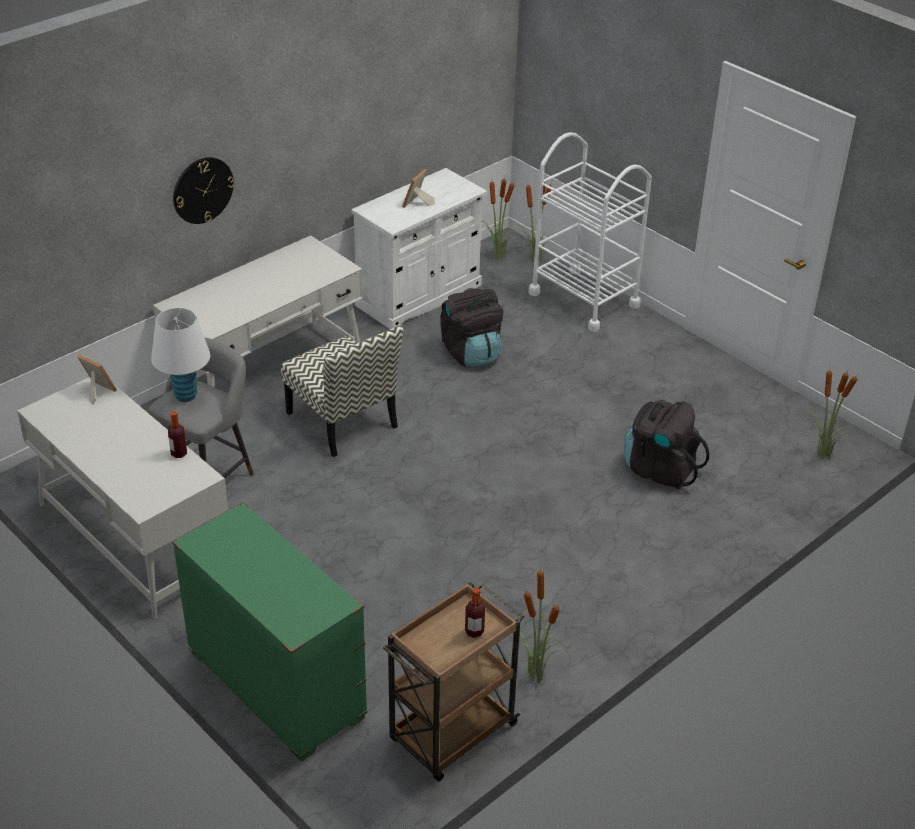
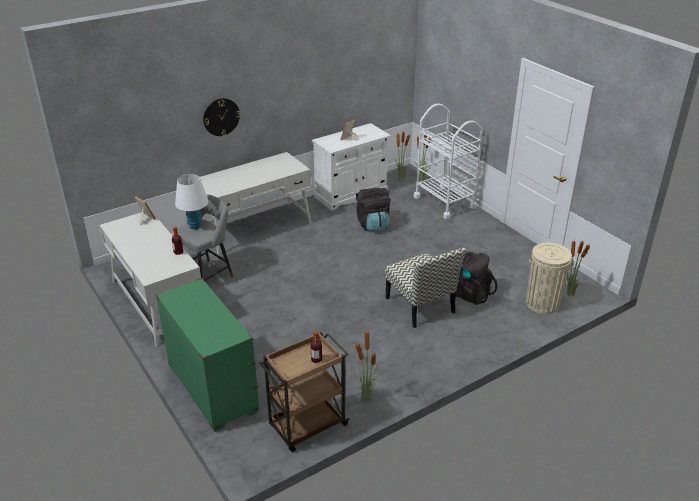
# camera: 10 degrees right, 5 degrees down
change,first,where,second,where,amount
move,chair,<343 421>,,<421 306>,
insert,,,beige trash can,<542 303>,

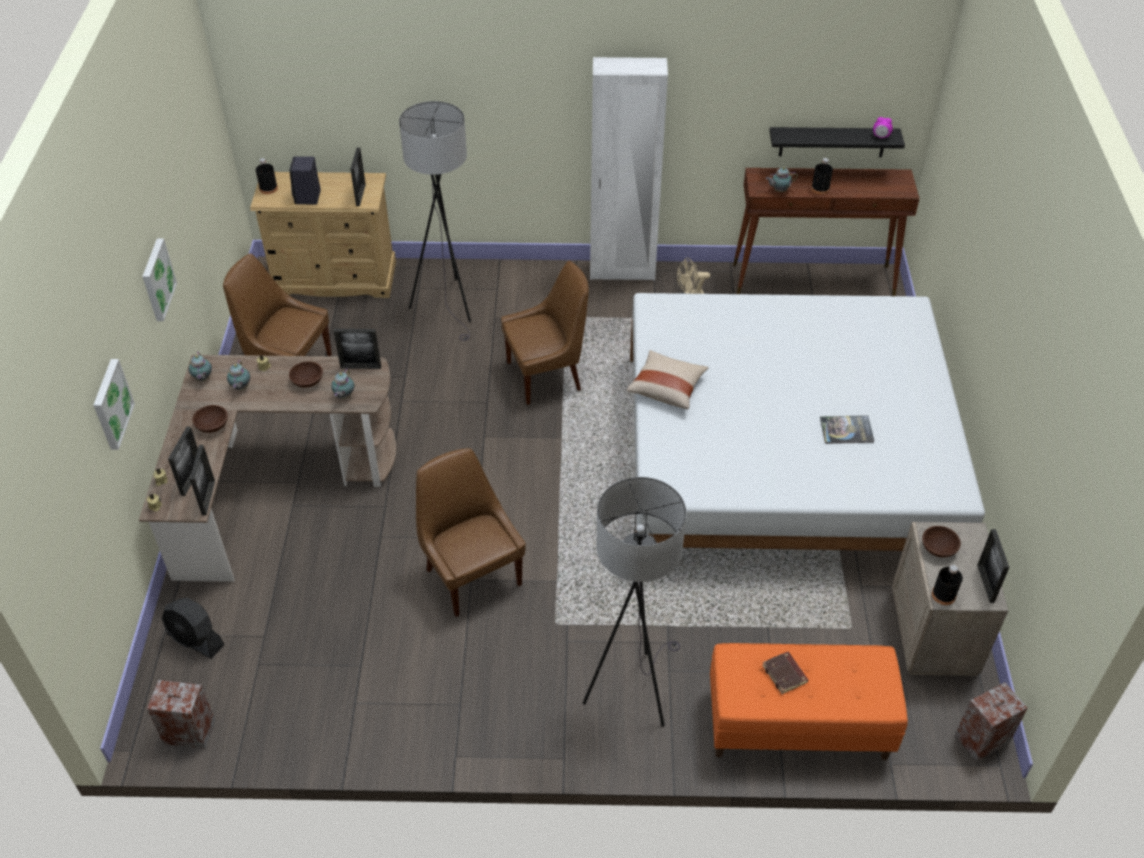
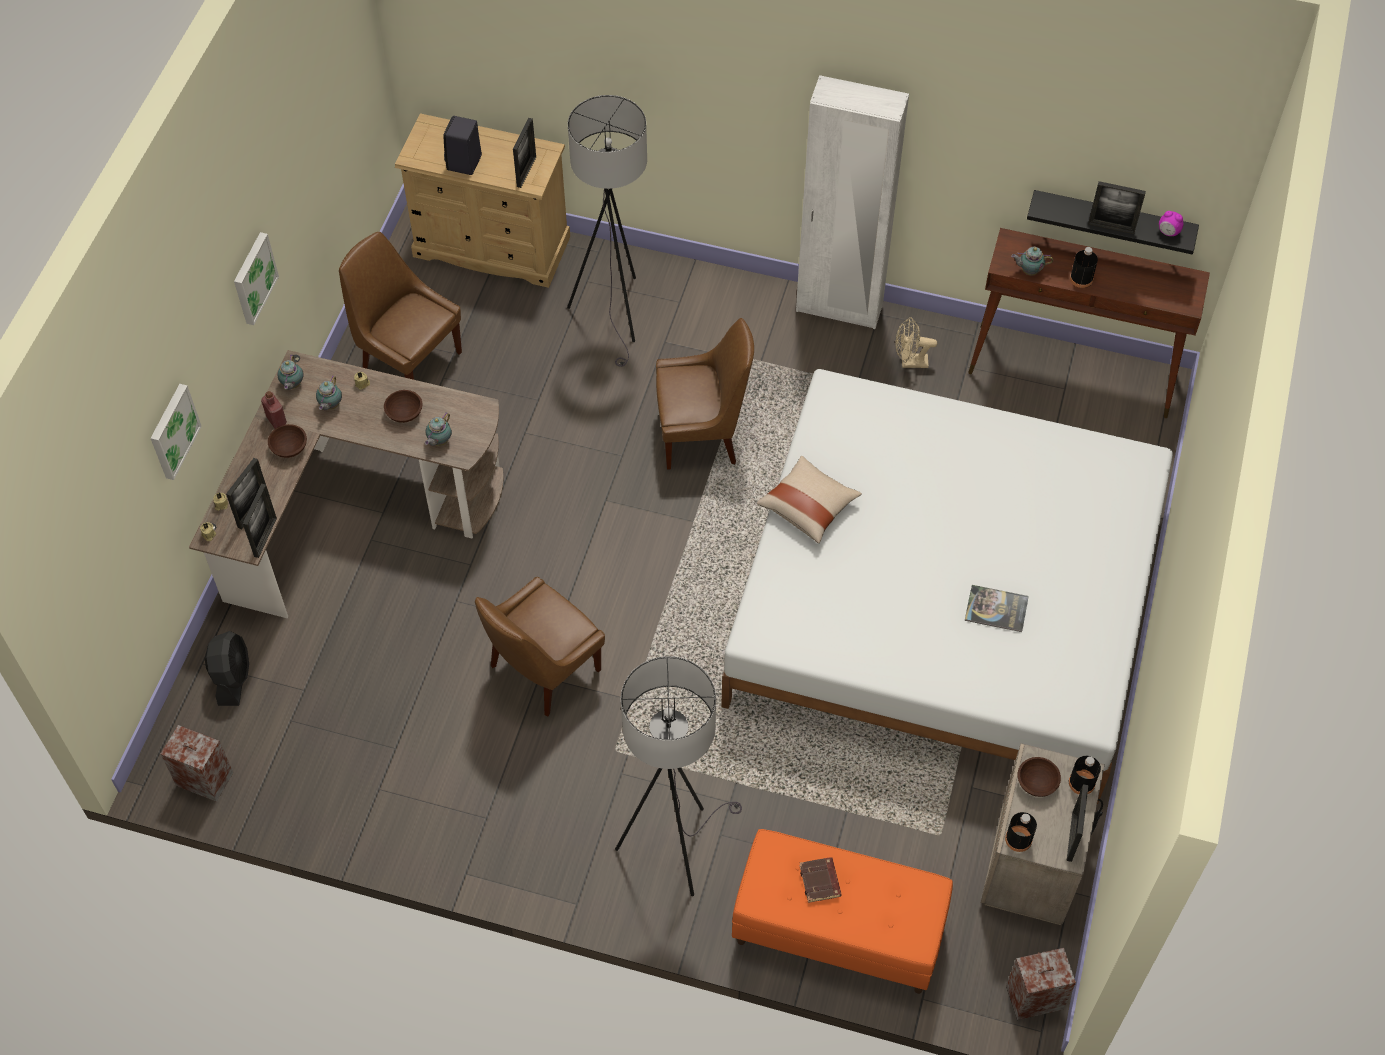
# camera: 15 degrees right, 10 degrees up
change,first,where,second,where,amount
rotate,black fan,<195 640>,,<233 677>,135 degrees counterclockwise
move,black bottle,<268 188>,,<1081 782>,
move,picture frame,<360 367>,,<1111 227>,
rotate,brown chair,<472 575>,,<542 670>,120 degrees counterclockwise
insert,,,red bottle,<276 420>,

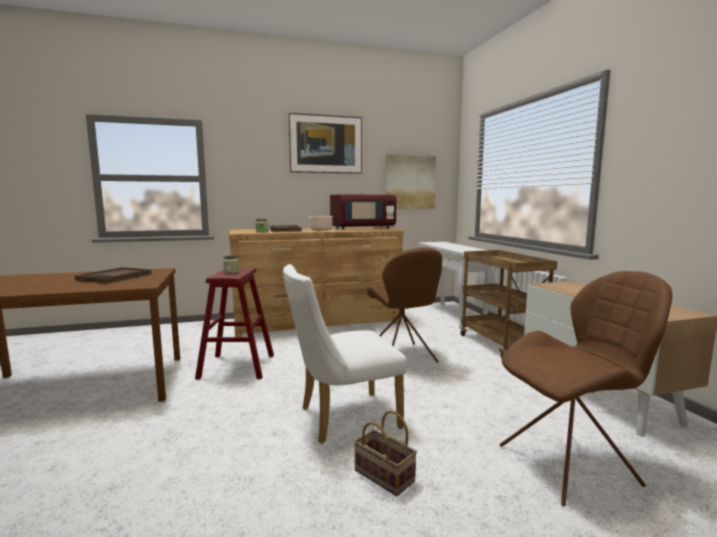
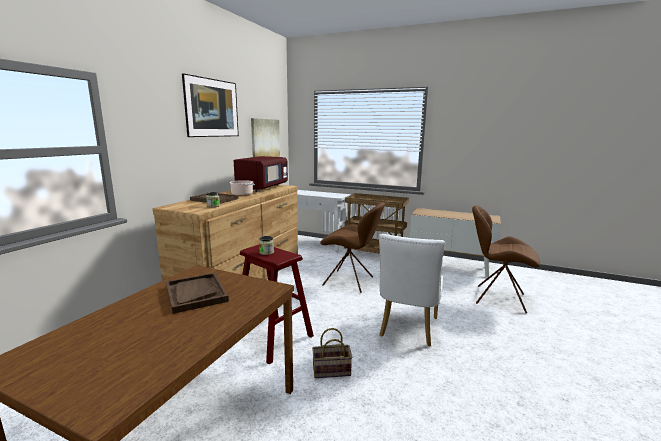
# camera: 50 degrees left, 5 degrees up
change,first,where,second,where,amount
move,basket,<382 475>,,<330 371>,
rotate,brown chair,<571 464>,,<497 298>,90 degrees counterclockwise

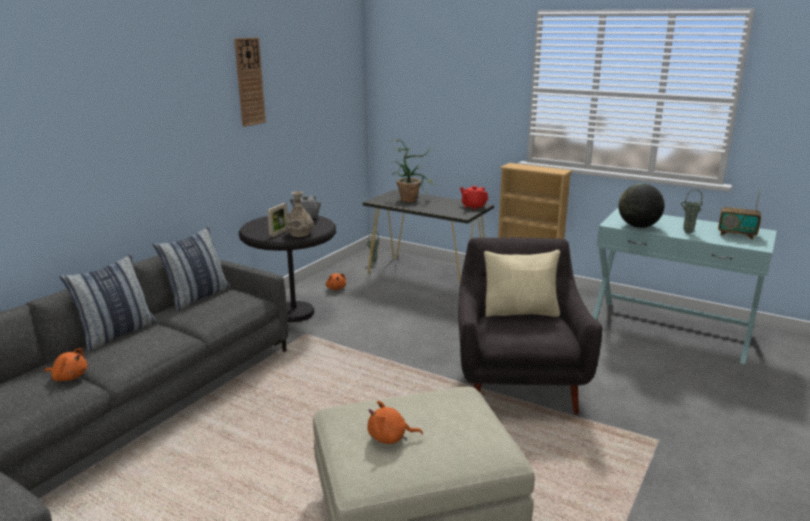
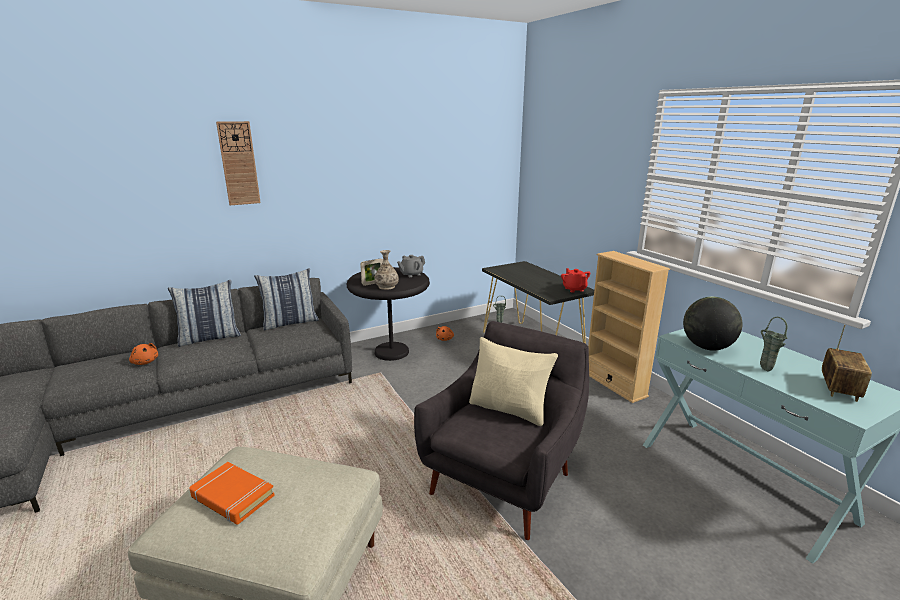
# camera: 30 degrees right, 0 degrees up
change,first,where,second,where,amount
move,wall clock,<249 82>,,<239 163>,
replace,orange plush toy,<390 438>,orange book,<232 497>,
delete,potted plant,<411 198>,,,
rotate,radio,<736 234>,,<839 389>,120 degrees counterclockwise

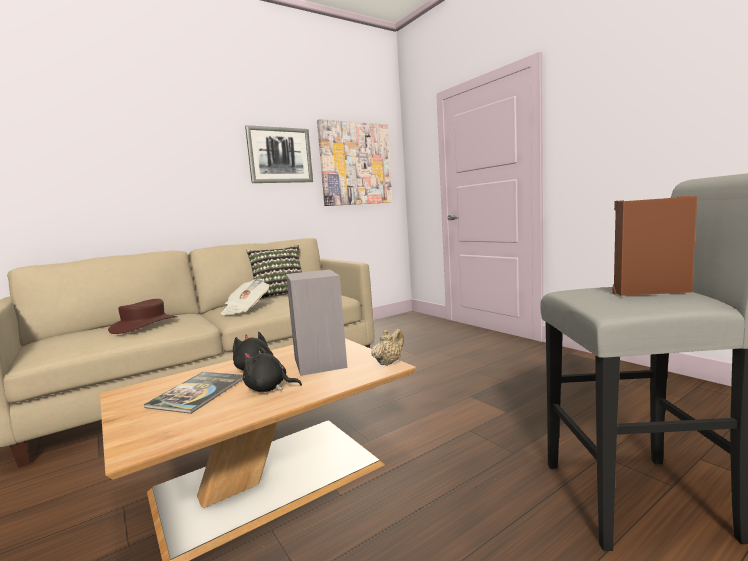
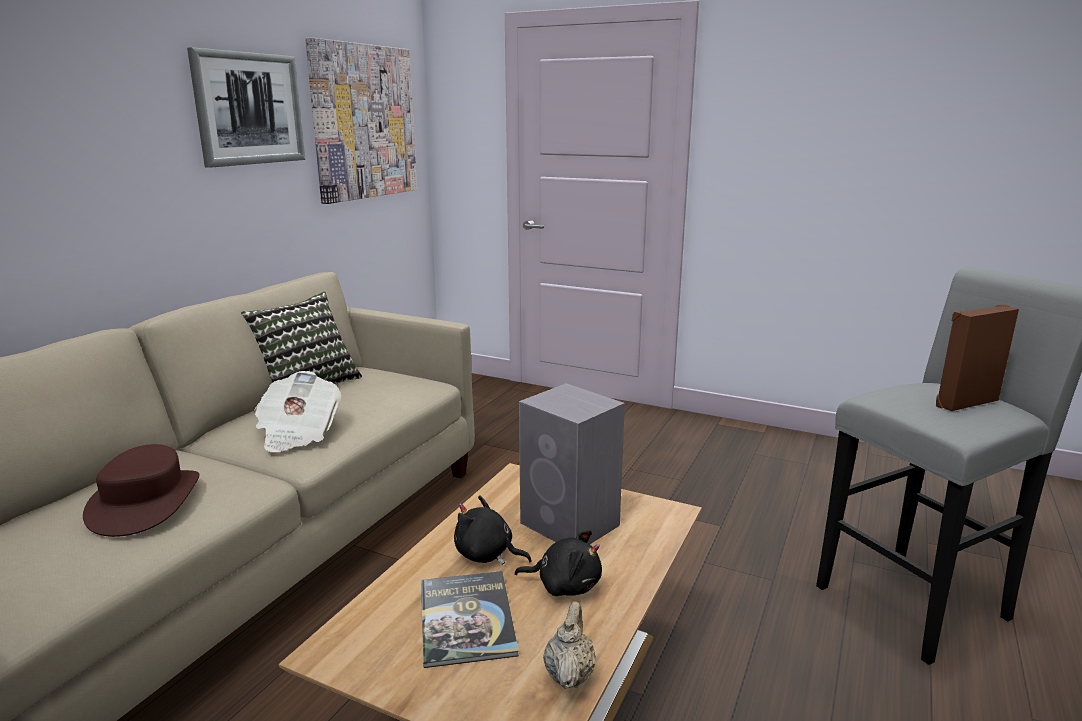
# camera: 30 degrees left, 10 degrees up
change,first,where,second,where,amount
rotate,black plush toy,<269 388>,,<565 585>,150 degrees counterclockwise
move,beige teapot,<388 362>,,<569 674>,

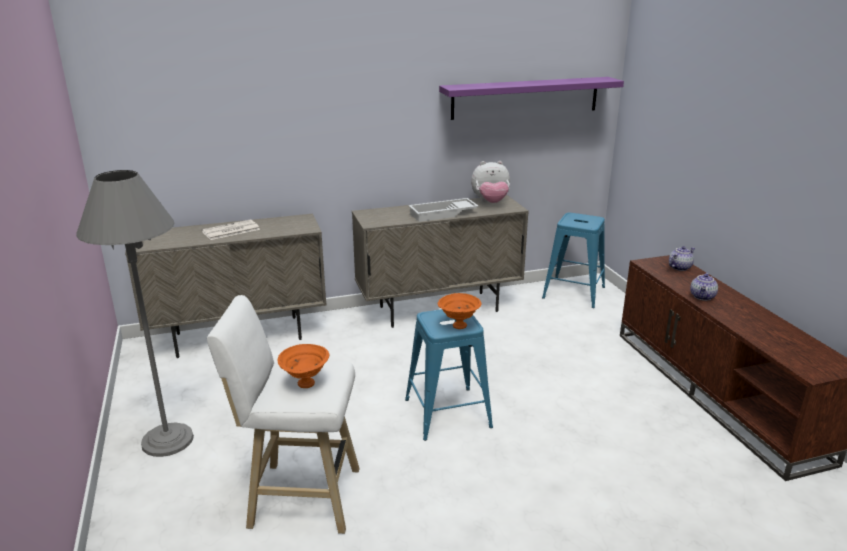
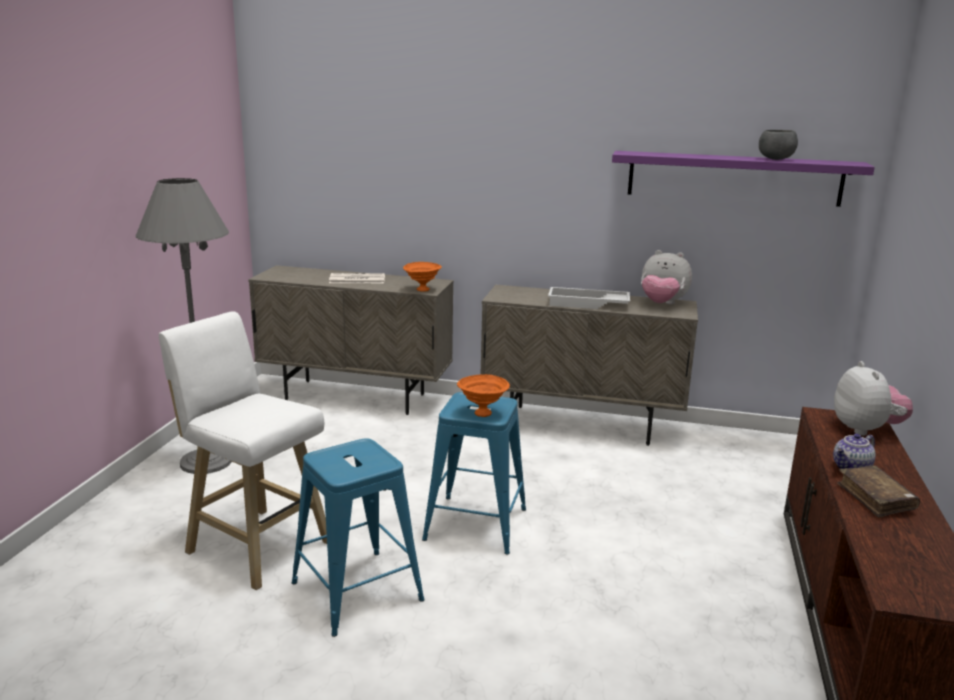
# camera: 30 degrees right, 5 degrees down
change,first,where,second,where,amount
move,orange bowl,<306 384>,,<422 290>,
move,blue stool,<574 292>,,<357 591>,
replace,teapot,<679 267>,plush toy,<866 430>,
insert,,,grey bowl,<776 159>,
insert,,,brown book,<875 498>,

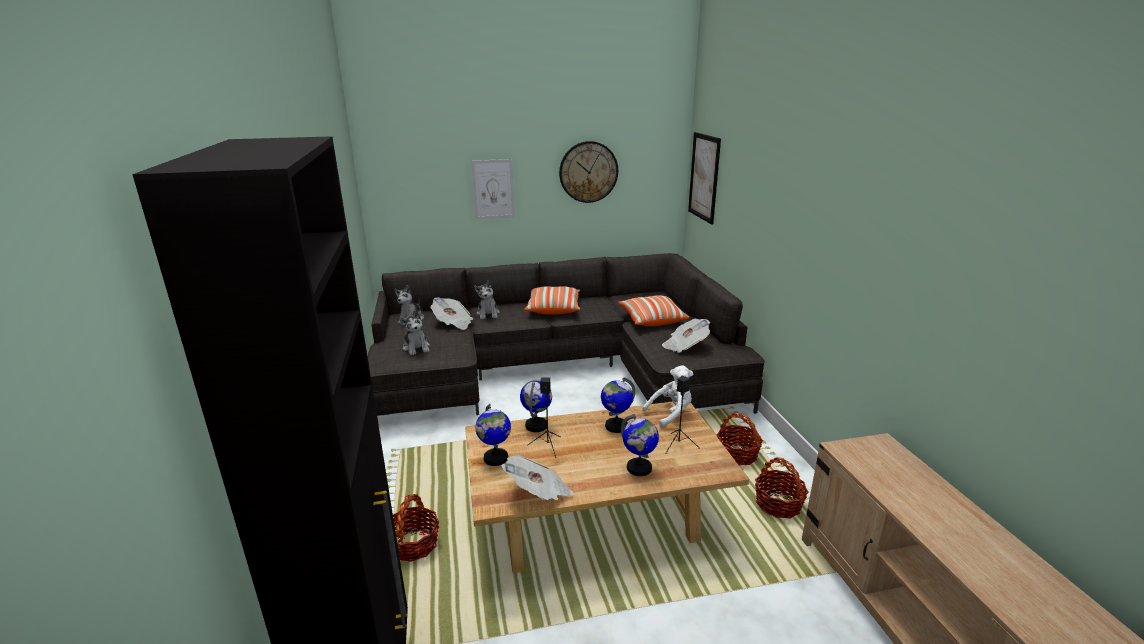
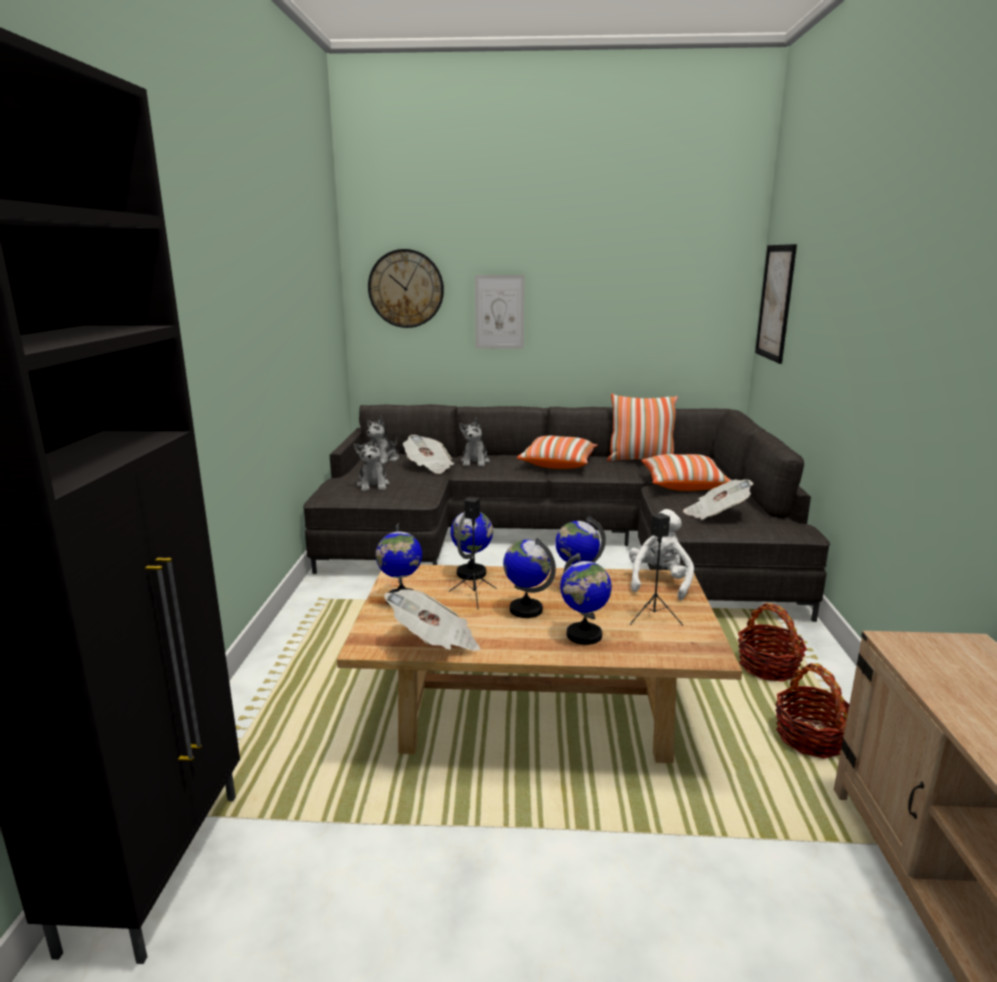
# camera: 15 degrees right, 5 degrees down
change,first,where,second,where,amount
delete,basket,<413 544>,,,
move,wall clock,<588 172>,,<406 288>,
rotate,white plush toy,<670 414>,,<659 583>,60 degrees counterclockwise
insert,,,globe,<525 609>,
insert,,,pillow,<640 459>,

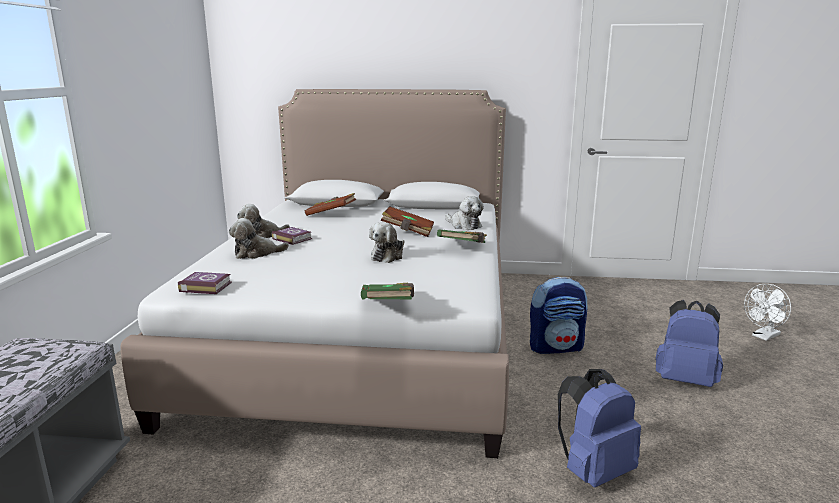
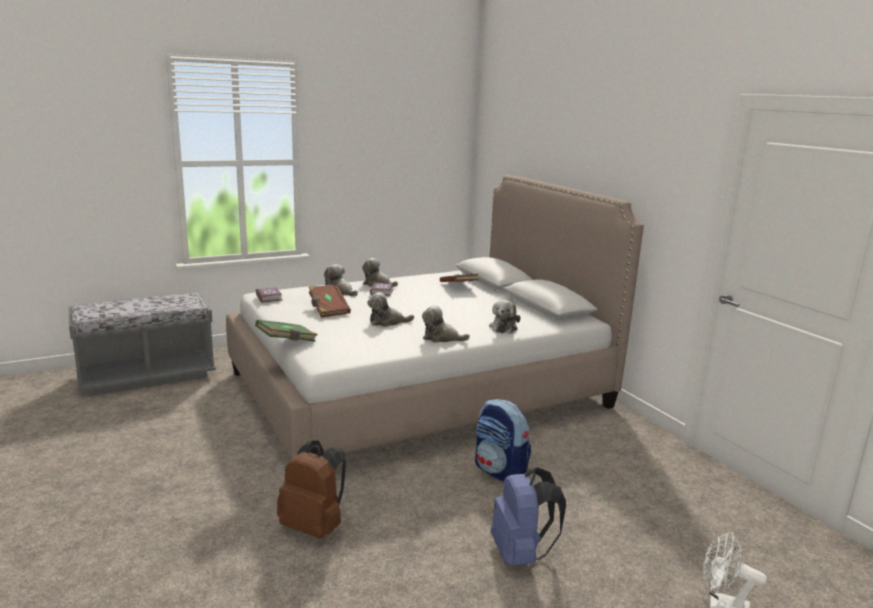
# camera: 55 degrees right, 0 degrees up
change,first,where,second,where,amount
move,brown book,<408 232>,,<328 310>,
replace,green book,<463 247>,plush toy,<441 338>,
recolor,blue backpack,<593 470>,brown backpack,<314 526>,

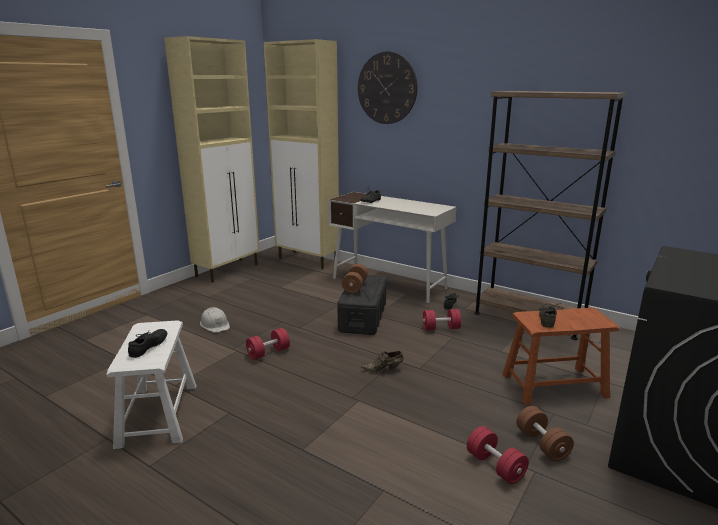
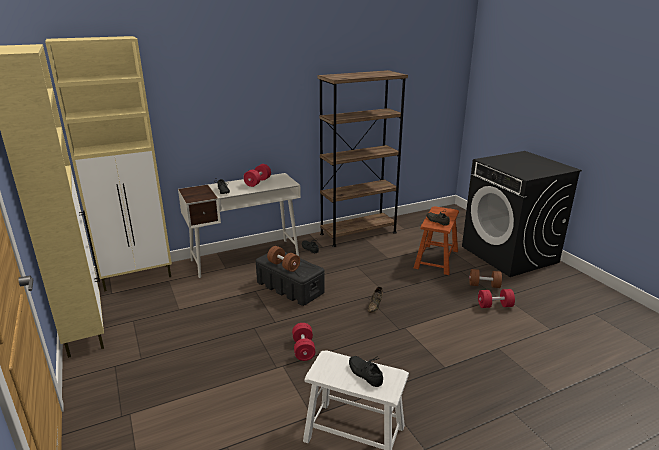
# camera: 60 degrees left, 5 degrees up
change,first,where,second,where,amount
delete,white hard hat,<215 324>,,,
delete,wall clock,<387 88>,,,
move,red dumbbell,<441 328>,,<257 182>,

